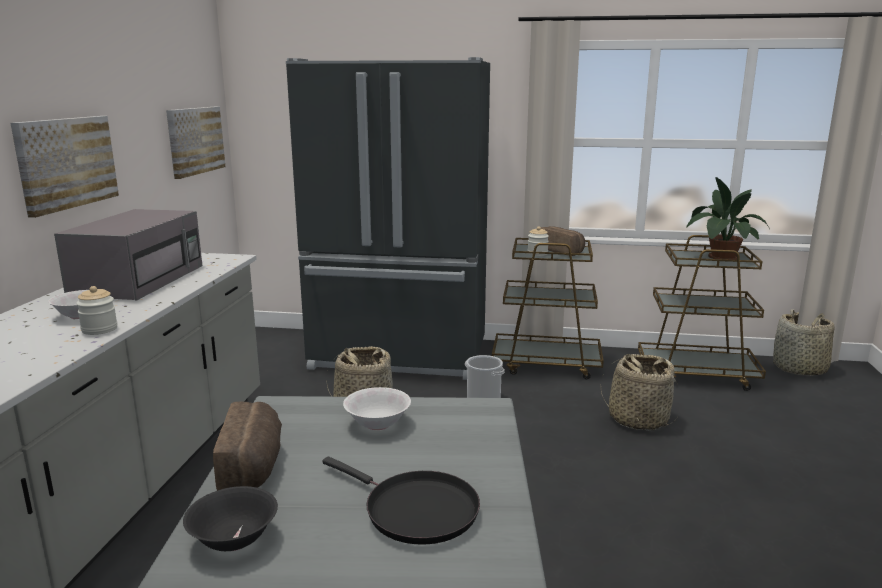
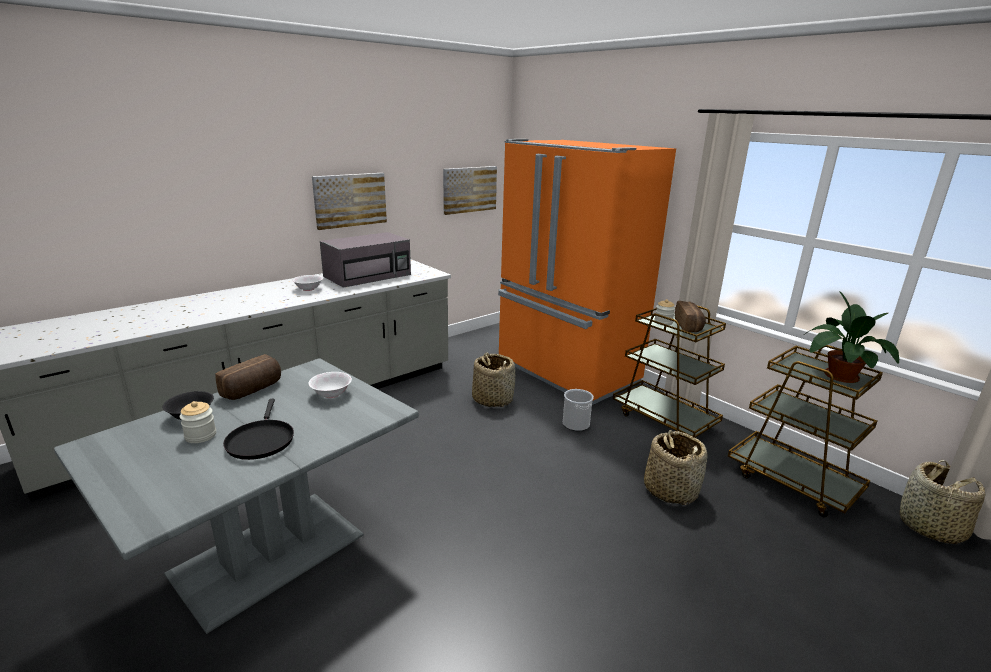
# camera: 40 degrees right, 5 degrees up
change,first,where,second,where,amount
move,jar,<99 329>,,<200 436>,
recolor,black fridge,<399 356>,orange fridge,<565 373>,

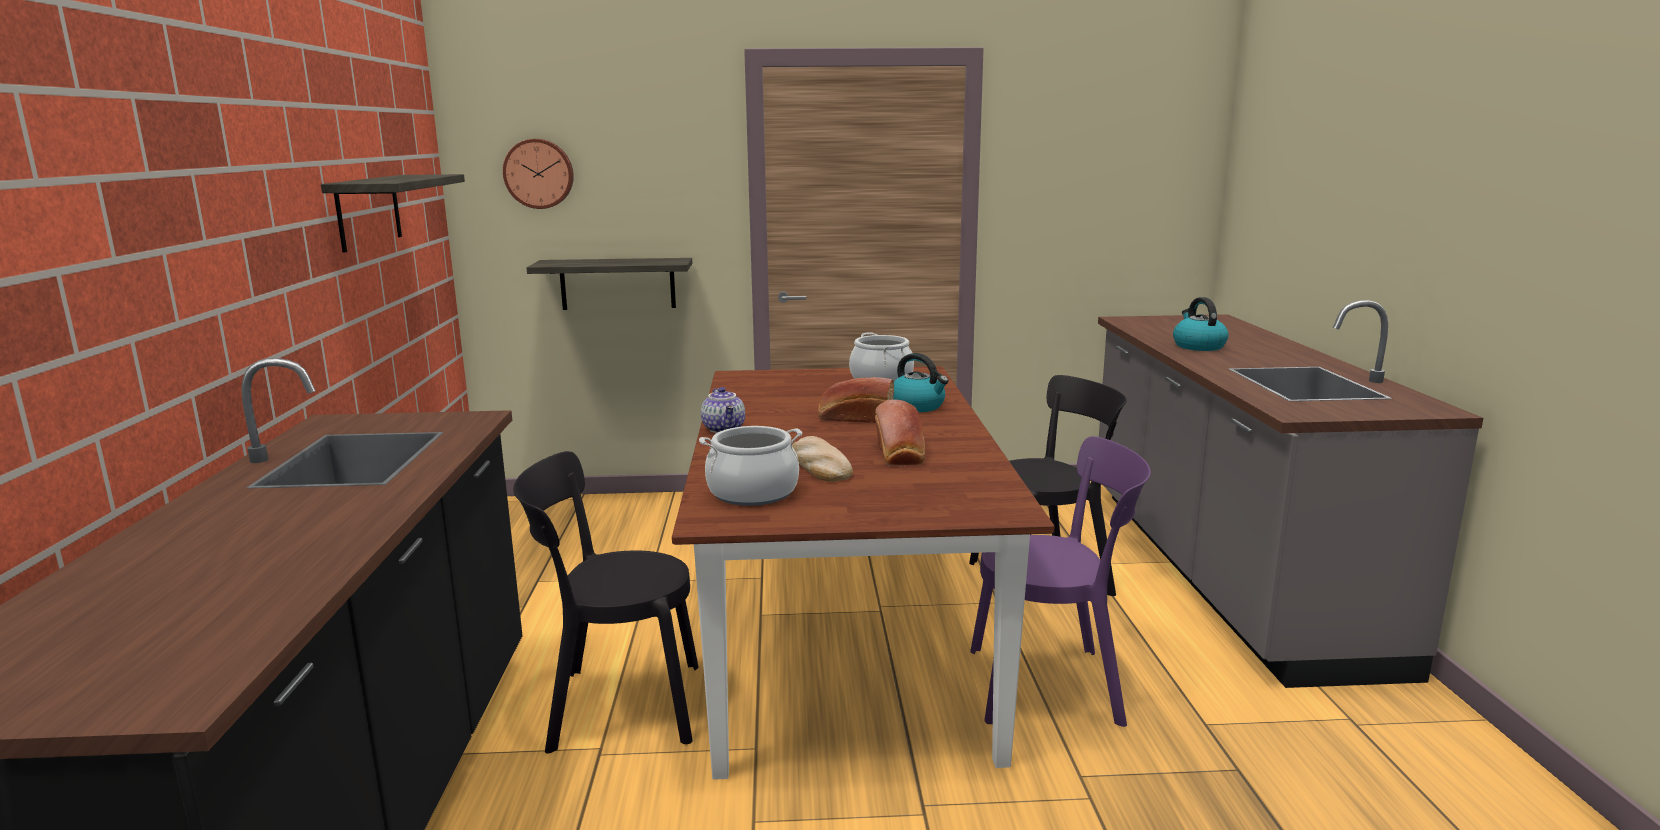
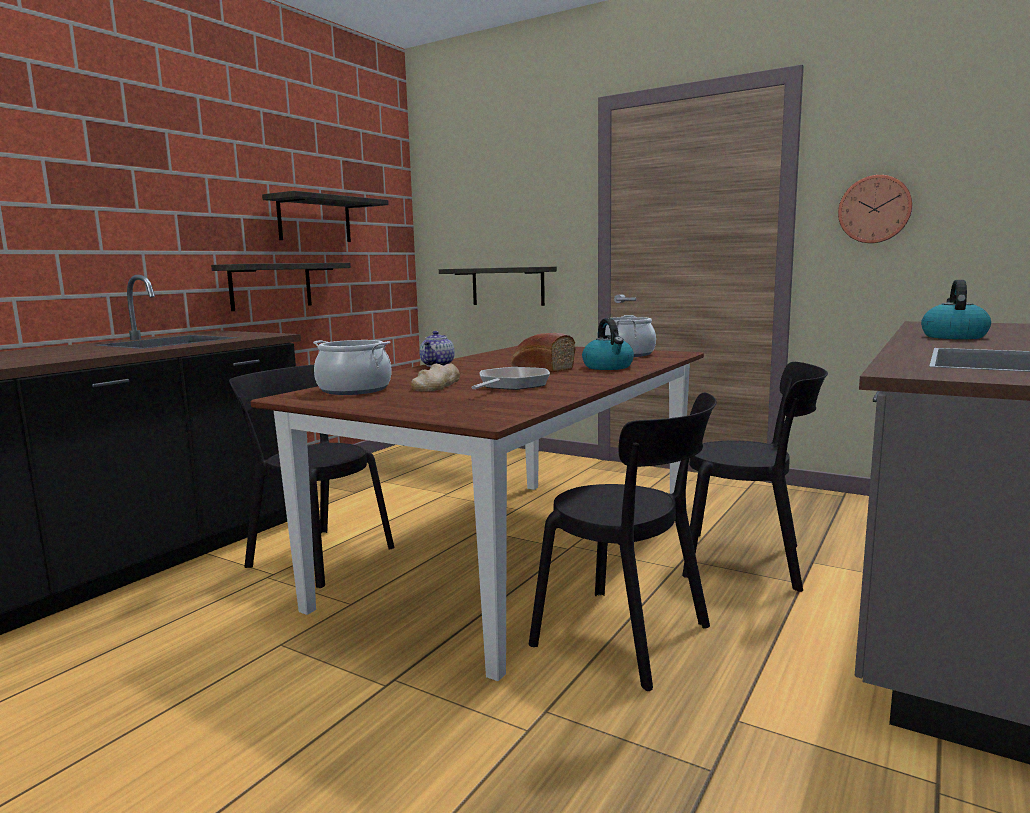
# camera: 35 degrees right, 5 degrees down
change,first,where,second,where,amount
move,wall clock,<539 173>,,<875 209>,
replace,bread,<900 453>,frying pan,<511 385>,
recolor,purple chair,<1052 685>,black chair,<629 638>,
insert,,,shelf,<271 286>,

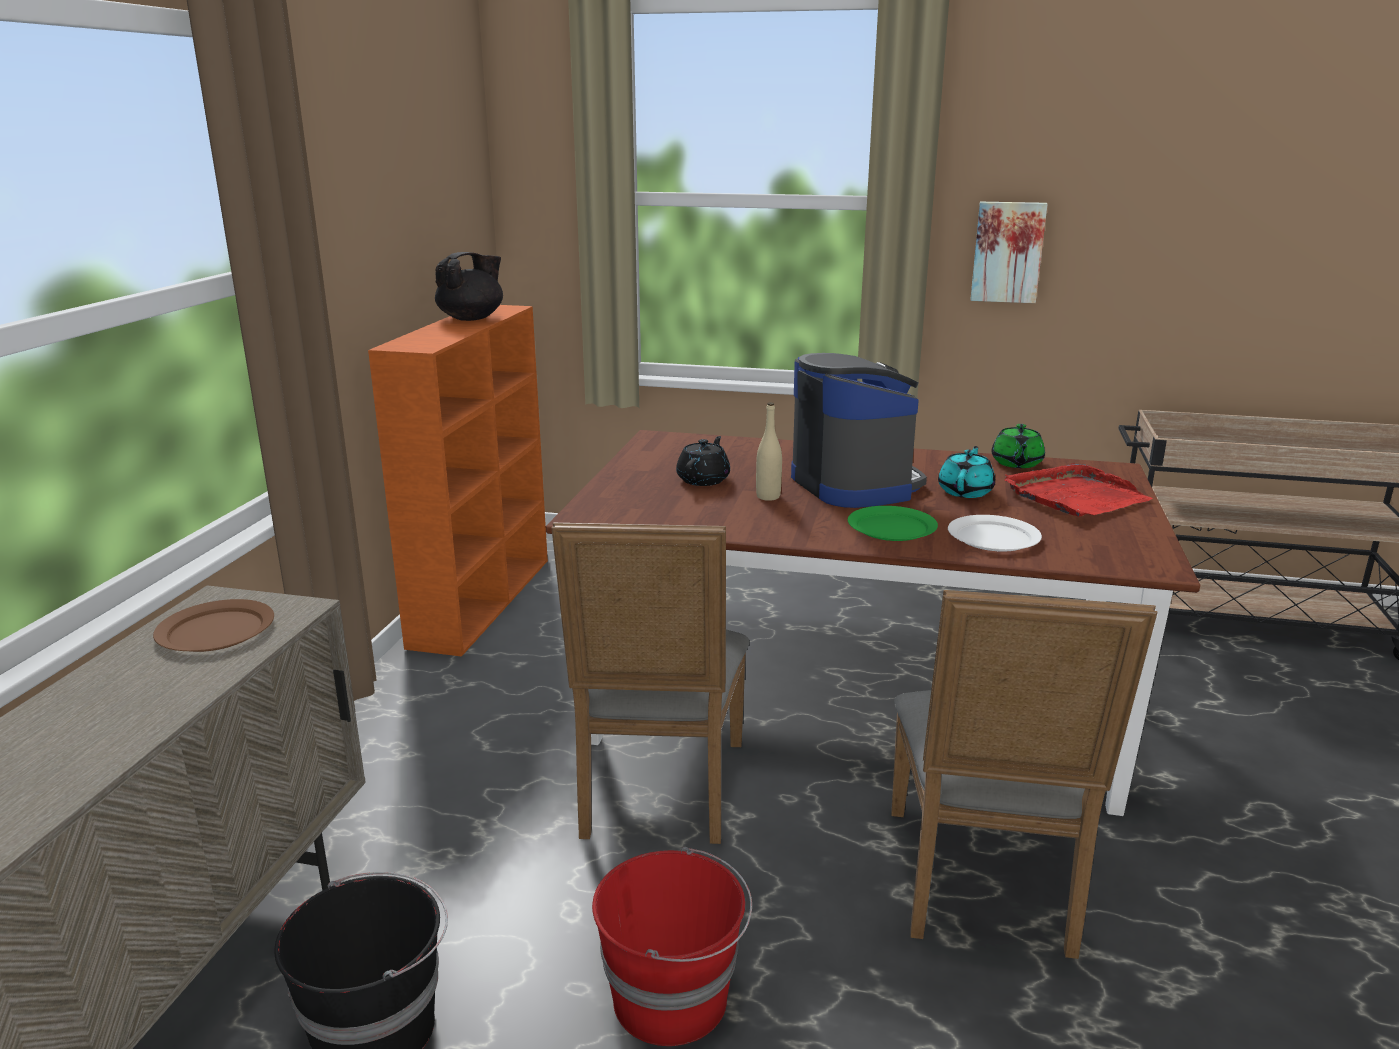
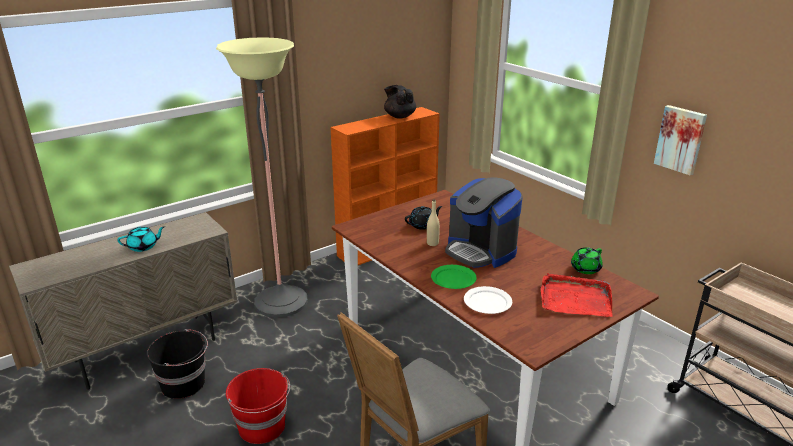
# camera: 40 degrees right, 5 degrees up
change,first,where,second,where,amount
delete,brown plate,<217 631>,,,
rotate,black teapot,<472 318>,,<399 116>,120 degrees counterclockwise
delete,grey chair,<656 794>,,,
rotate,coffee machine,<854 484>,,<480 251>,120 degrees clockwise
move,turquoise teapot,<965 491>,,<143 247>,
insert,,,floor lamp,<281 302>,

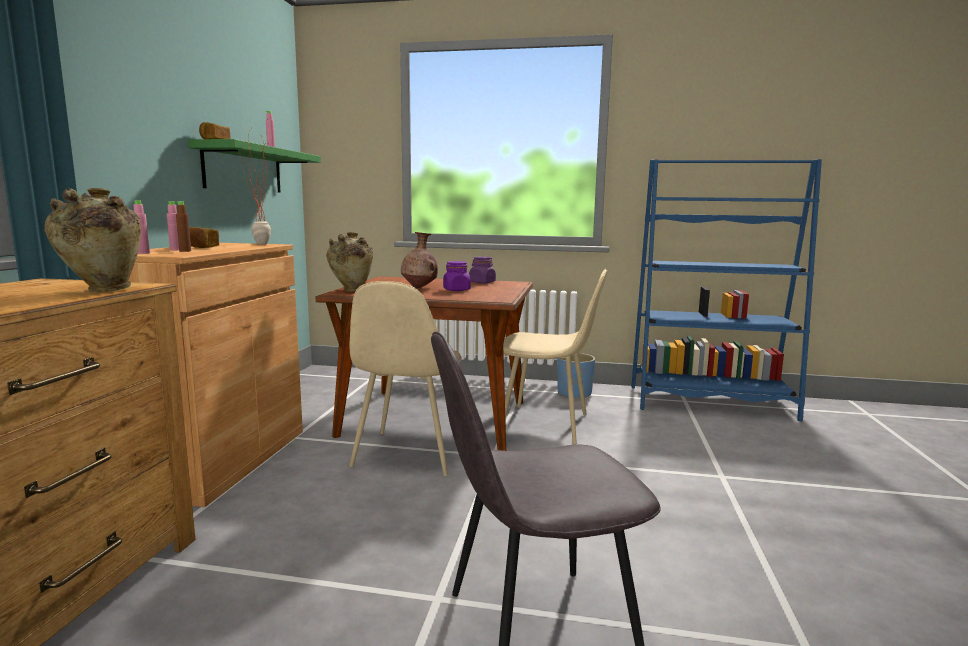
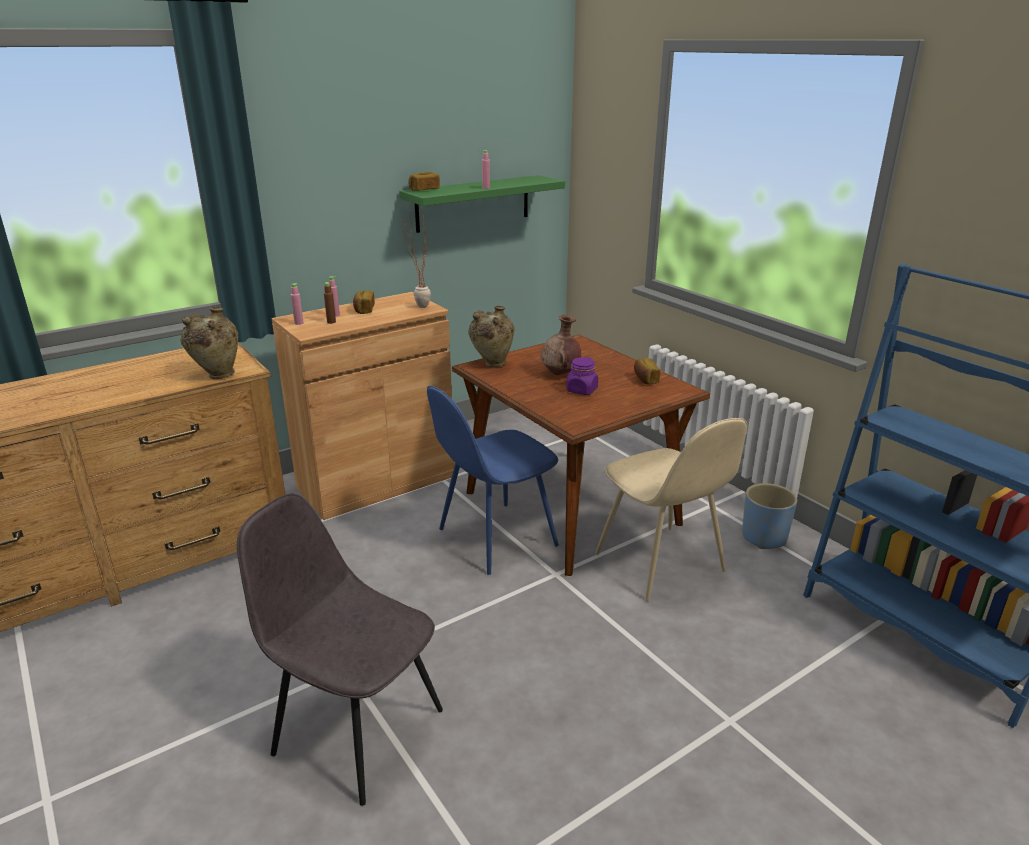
# camera: 45 degrees right, 15 degrees up
change,first,where,second,where,amount
recolor,beige chair,<409 454>,blue chair,<494 538>,
replace,purple jar,<482 282>,bread,<645 379>,

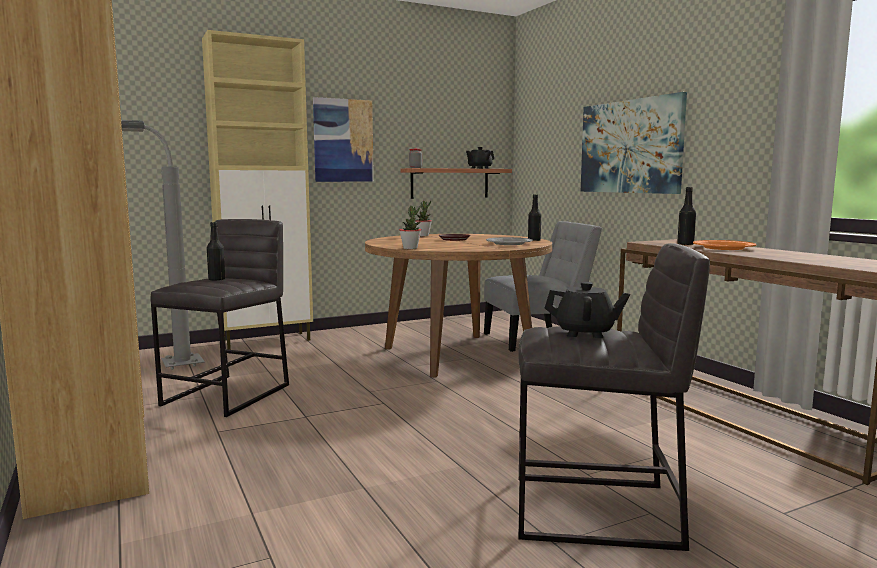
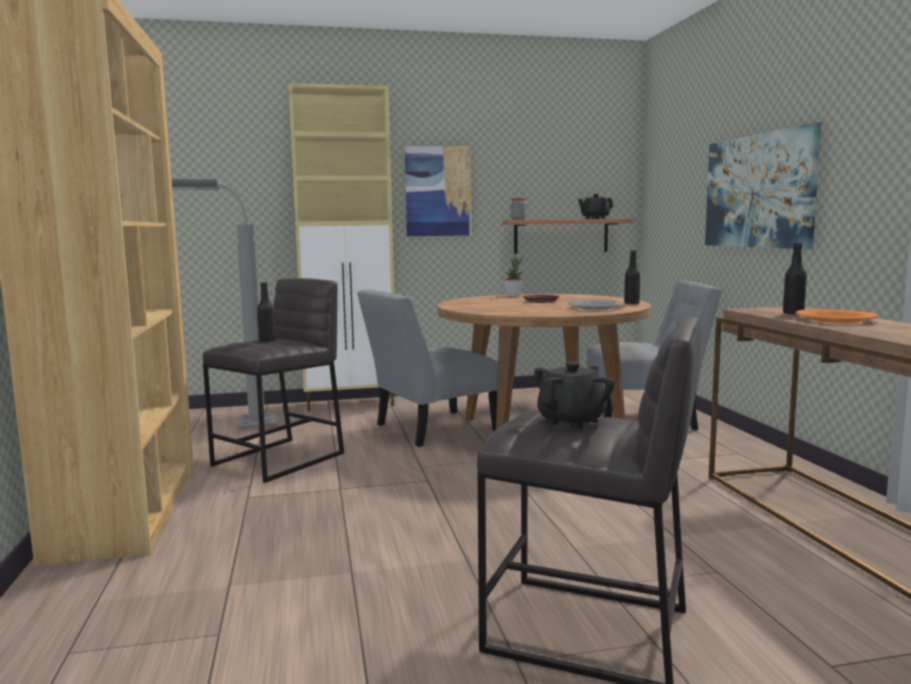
# camera: 15 degrees right, 0 degrees up
change,first,where,second,where,amount
delete,potted plant,<410 248>,,,
rotate,black teapot,<585 333>,,<572 421>,75 degrees counterclockwise
insert,,,grey chair,<430 429>,

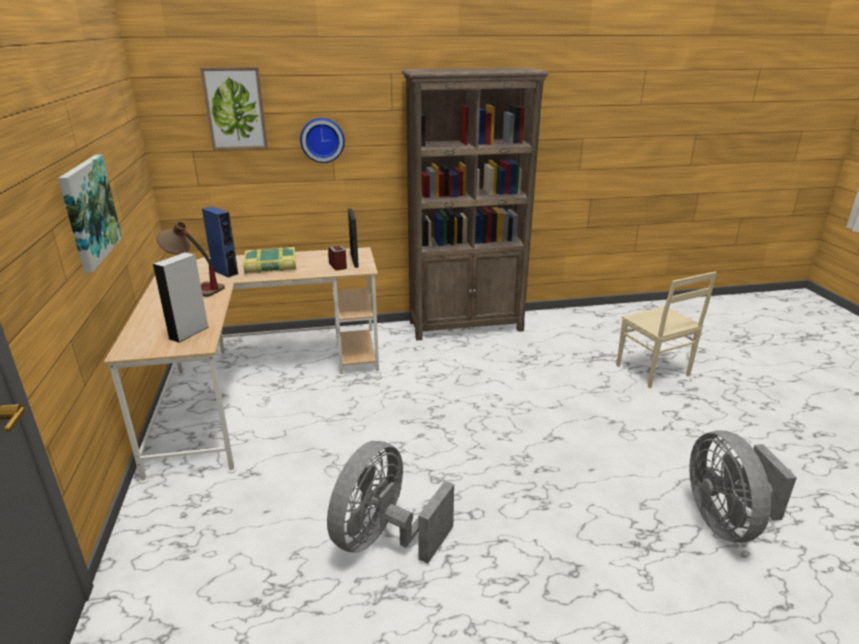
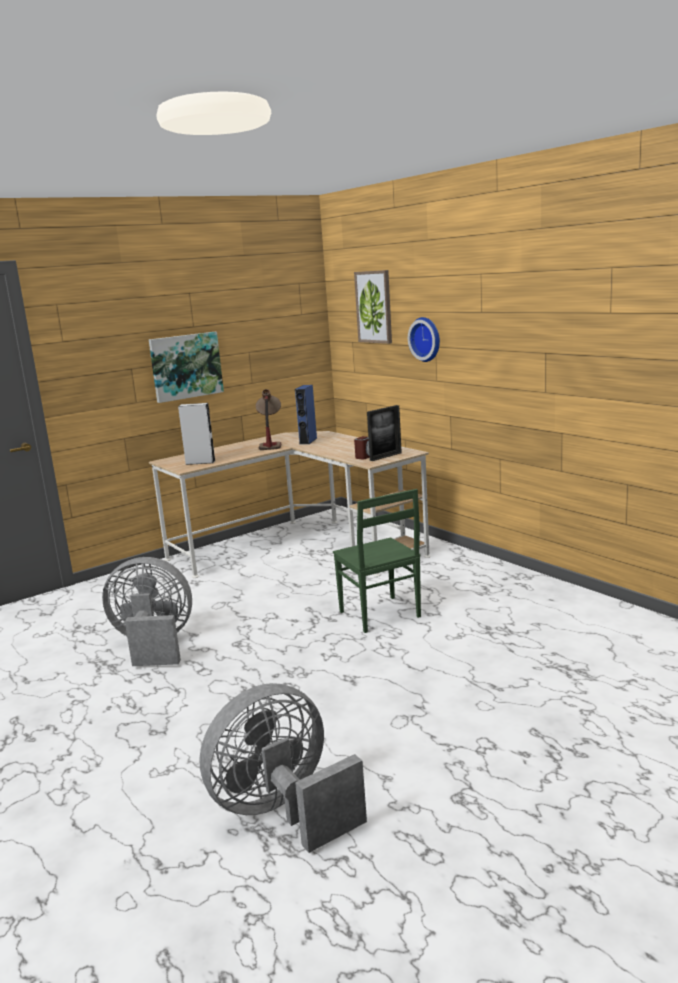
# camera: 65 degrees right, 10 degrees down
change,first,where,second,where,amount
delete,book,<271 266>,,,
delete,brown bookcase,<466 326>,,,
delete,beige chair,<652 371>,,,
insert,,,green chair,<379 615>,

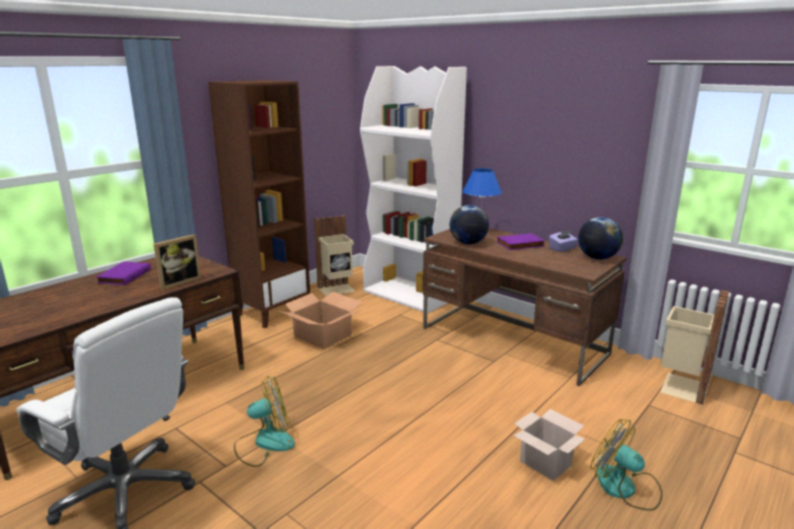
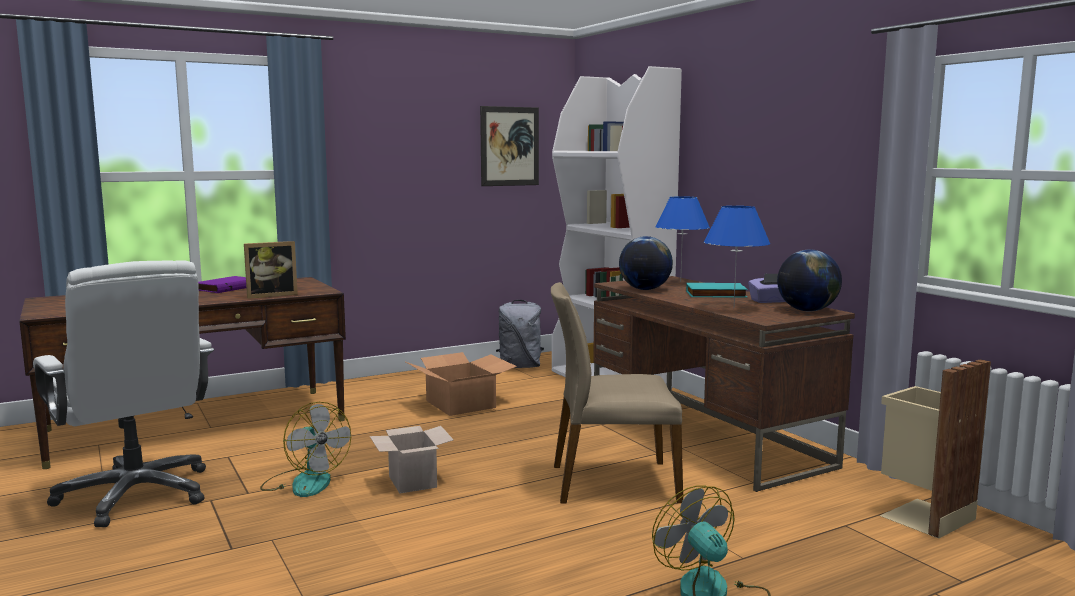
# camera: 20 degrees right, 10 degrees down
change,first,where,second,where,amount
delete,brown bookcase,<272 312>,,,
rotate,fan,<264 443>,,<305 482>,45 degrees clockwise
replace,beige trash can,<337 289>,grey backpack,<520 366>,
recolor,purple book,<521 245>,turquoise book,<715 294>,
move,cardboard box,<544 463>,,<411 481>,
insert,,,picture,<509 146>,
insert,,,beige chair,<612 482>,
insert,,,blue table lamp,<733 308>,

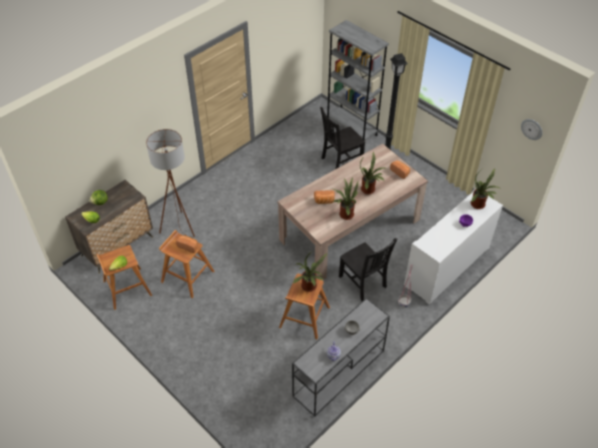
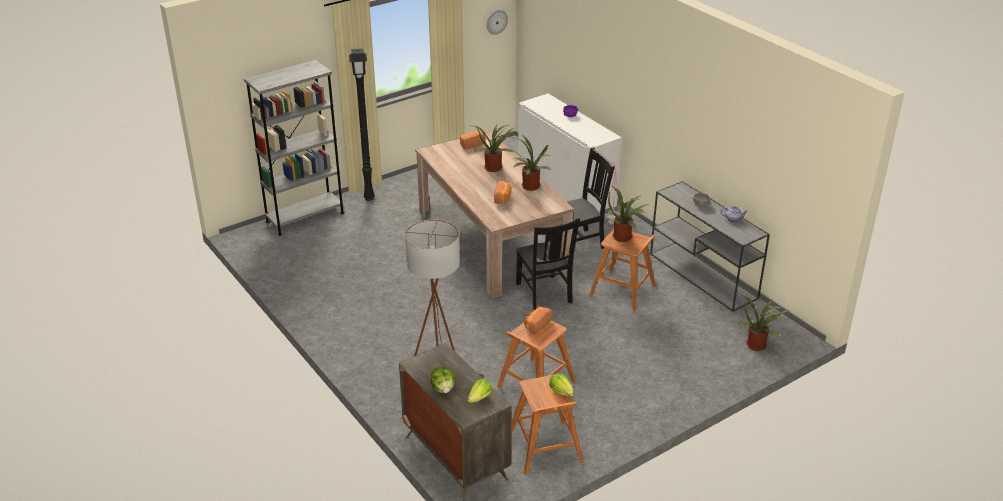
# camera: 80 degrees left, 15 degrees down
change,first,where,second,where,amount
move,black chair,<340 161>,,<544 294>,
move,potted plant,<479 205>,,<757 344>,

